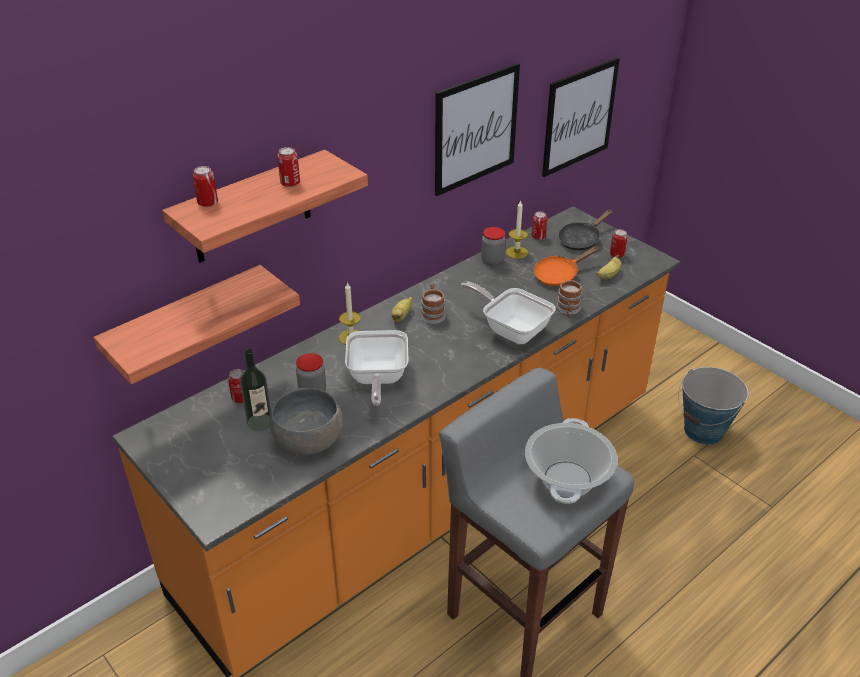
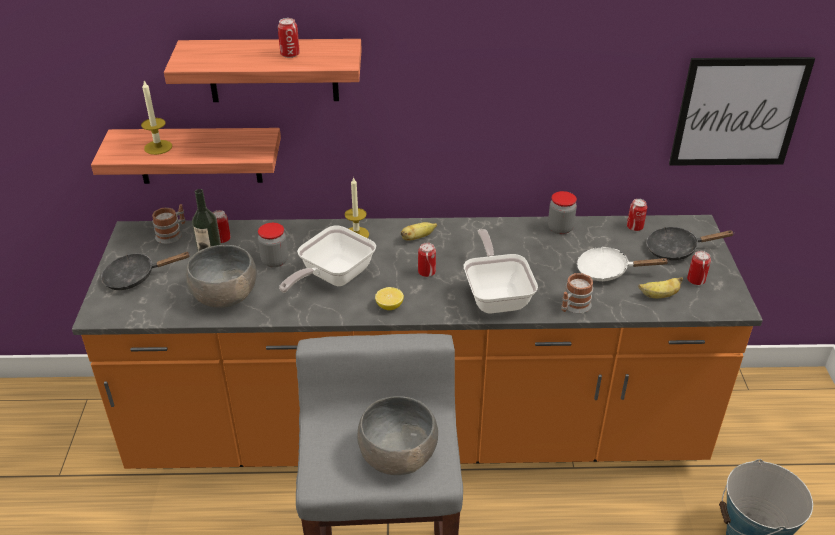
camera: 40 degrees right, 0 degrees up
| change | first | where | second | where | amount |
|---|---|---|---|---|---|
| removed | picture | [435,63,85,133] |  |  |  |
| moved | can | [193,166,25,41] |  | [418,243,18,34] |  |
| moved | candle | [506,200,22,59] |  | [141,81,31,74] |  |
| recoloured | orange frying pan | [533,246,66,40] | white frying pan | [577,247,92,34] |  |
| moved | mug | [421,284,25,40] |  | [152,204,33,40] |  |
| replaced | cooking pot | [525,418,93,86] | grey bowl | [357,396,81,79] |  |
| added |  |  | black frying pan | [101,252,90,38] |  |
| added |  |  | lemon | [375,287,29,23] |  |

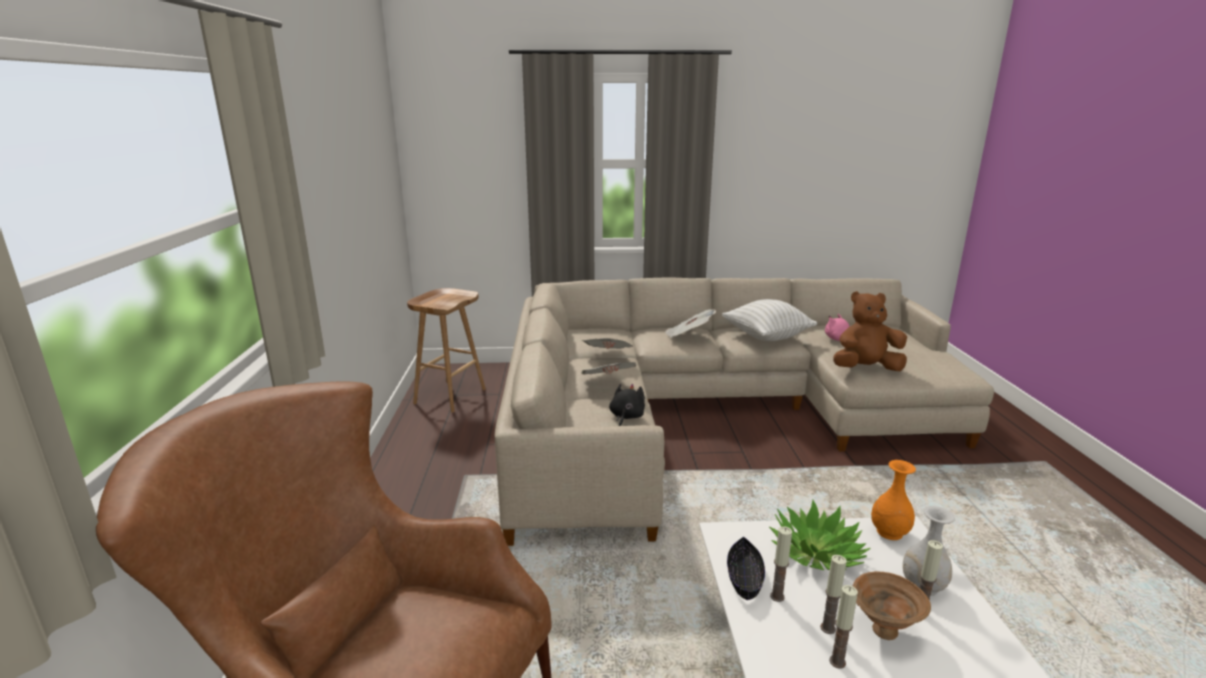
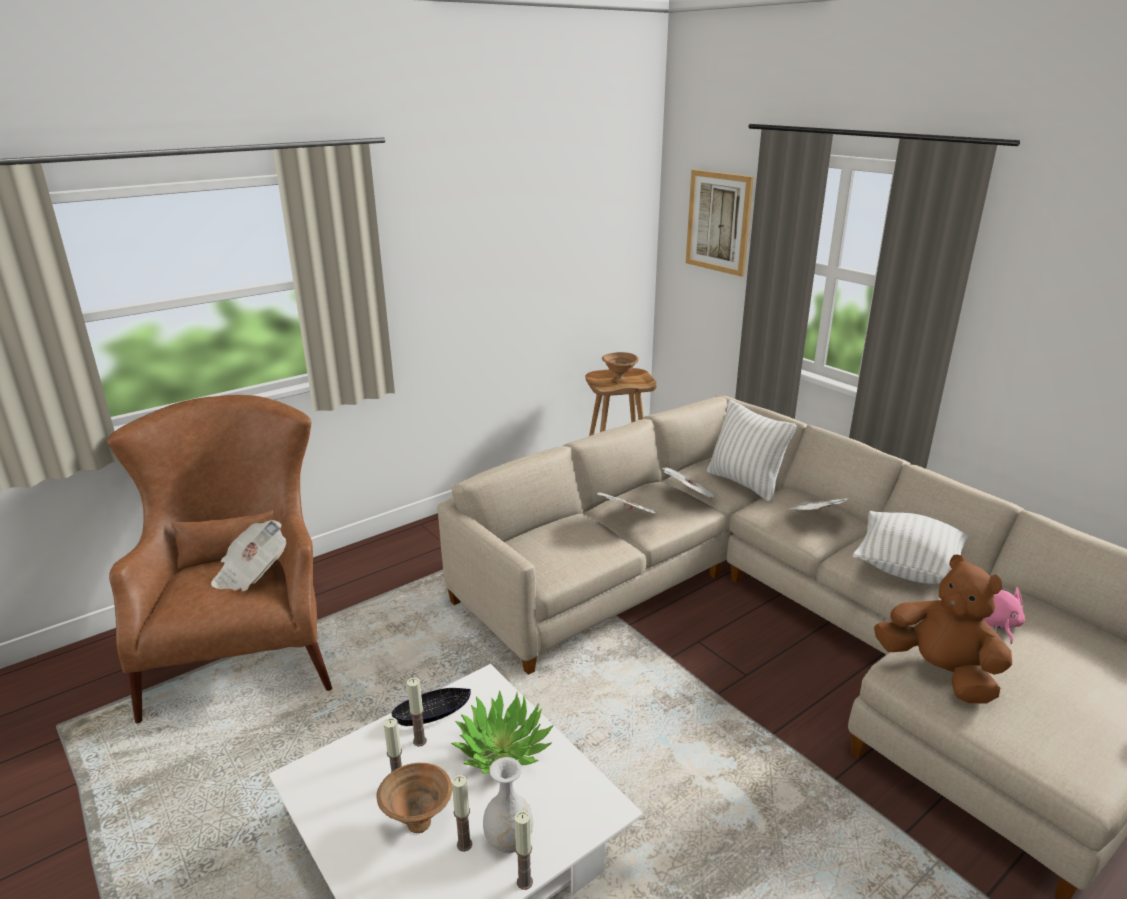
camera: 55 degrees right, 5 degrees up
| change | first | where | second | where | amount |
|---|---|---|---|---|---|
| removed | black plush toy | [609,384,36,42] |  |  |  |
| removed | orange vase | [871,460,45,80] |  |  |  |
| moved | candle | [829,585,29,84] |  | [515,811,18,79] |  |
| added |  |  | picture | [686,170,67,107] |  |
| added |  |  | brown bowl | [602,352,37,30] |  |
| added |  |  | white pillow | [707,400,90,102] |  |
| added |  |  | newspaper | [211,520,75,71] |  |

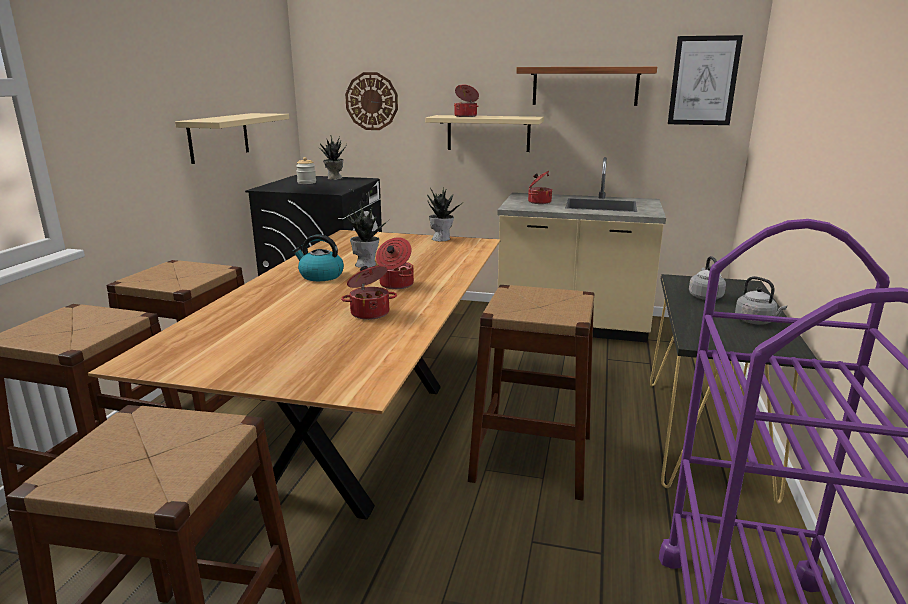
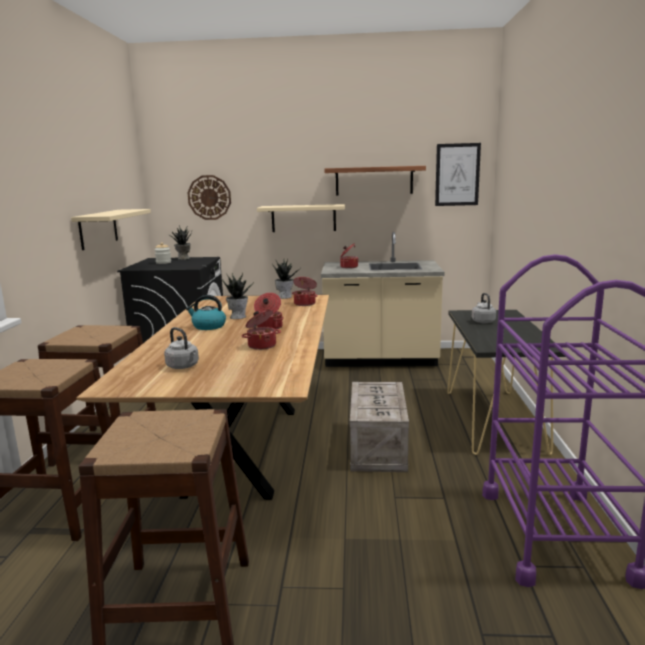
camera: 10 degrees left, 5 degrees down
| change | first | where | second | where | amount |
|---|---|---|---|---|---|
| moved | cooking pot | [454,84,25,33] |  | [292,277,26,29] |  |
| moved | grey kettle | [735,276,52,49] |  | [164,327,35,42] |  |
| replaced | brown stool | [468,285,126,216] | crate | [350,382,59,90] |  |

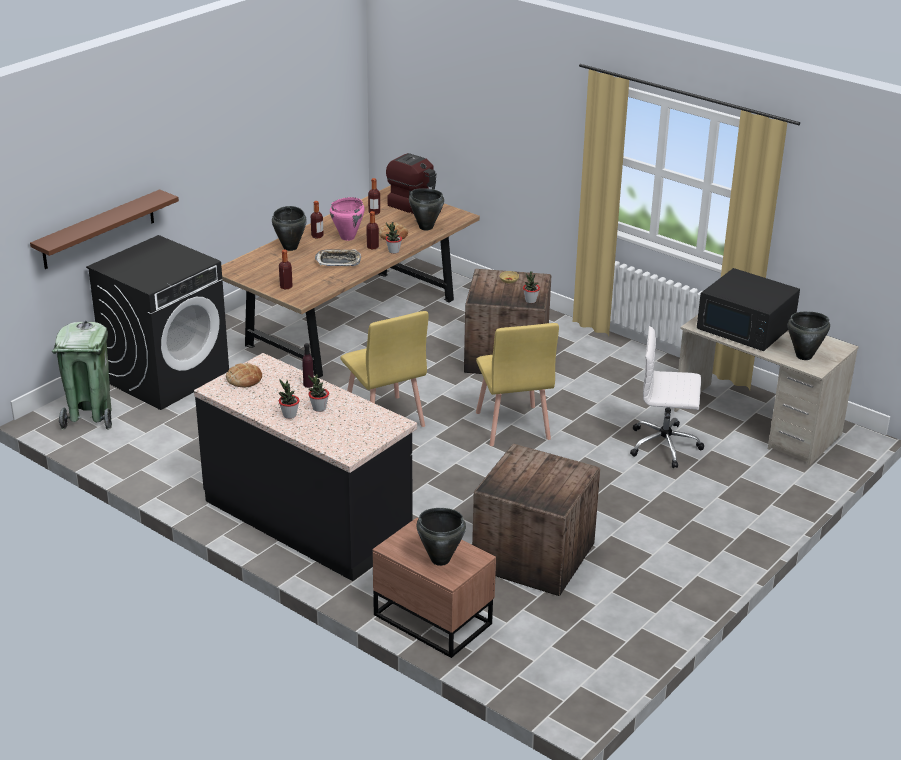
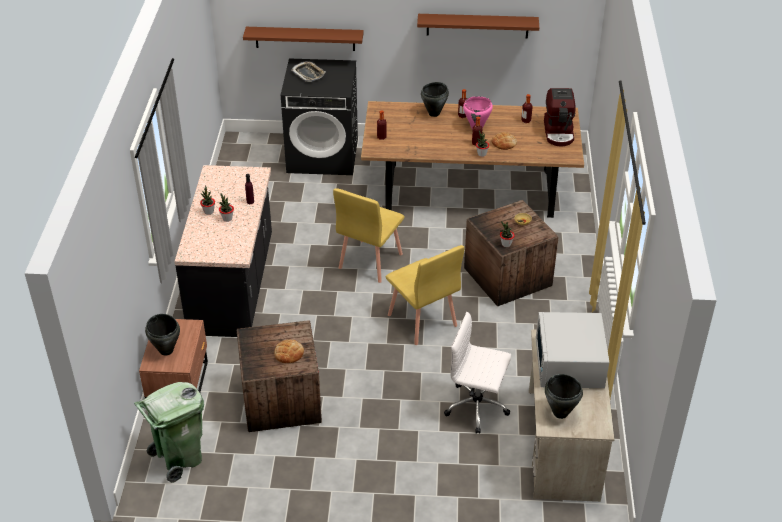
camera: 55 degrees right, 10 degrees up
| change | first | where | second | where | amount |
|---|---|---|---|---|---|
| removed | black cooking pot | [409,188,35,42] |  |  |  |
| moved | tray | [315,249,46,17] |  | [291,61,34,21] |  |
| recoloured | black microwave | [697,268,103,83] | white microwave | [536,312,73,76] |  |
| moved | green trash can | [52,320,60,110] |  | [134,382,70,101] |  |
| turned | yellow chair | [476,323,83,123] |  | [386,245,79,100] | 75 degrees counterclockwise |
| turned | white office chair | [630,326,74,142] |  | [444,312,67,122] | 45 degrees counterclockwise |
| moved | bread | [226,363,36,24] |  | [274,340,30,23] |  |
| added |  |  | brown shelf | [417,14,122,25] |  |

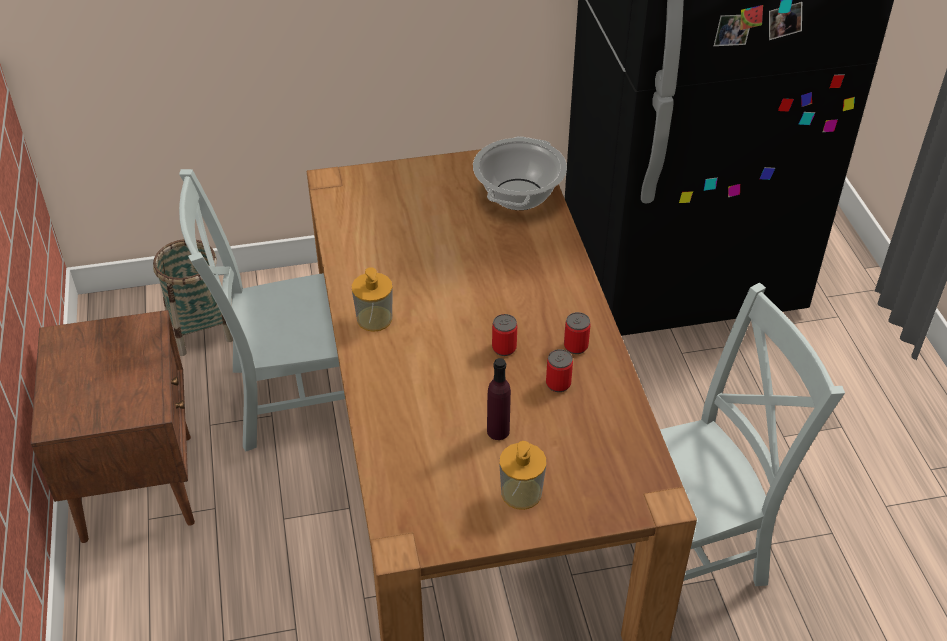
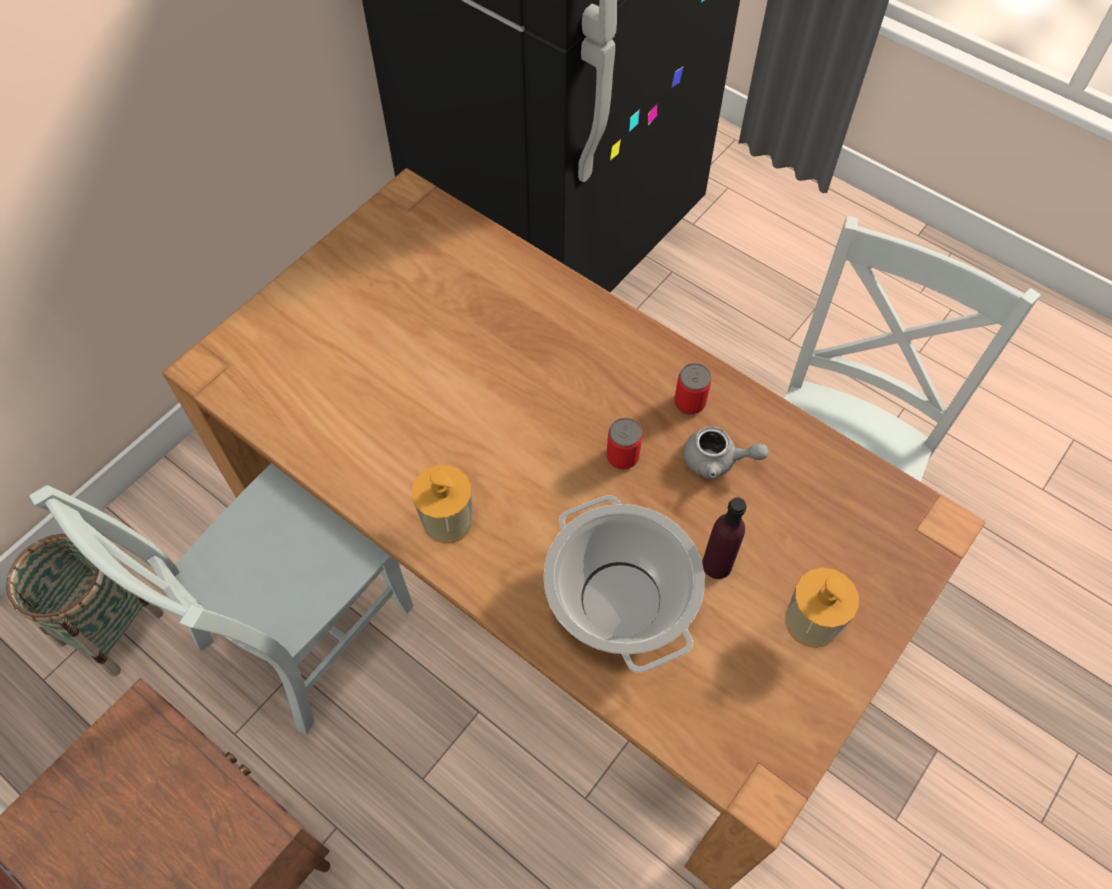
camera: 40 degrees left, 15 degrees up
| change | first | where | second | where | amount |
|---|---|---|---|---|---|
| moved | cooking pot | [473,136,94,74] |  | [543,495,162,178] |  |
| replaced | can | [546,349,27,43] | grey teapot | [683,426,86,53] |  |

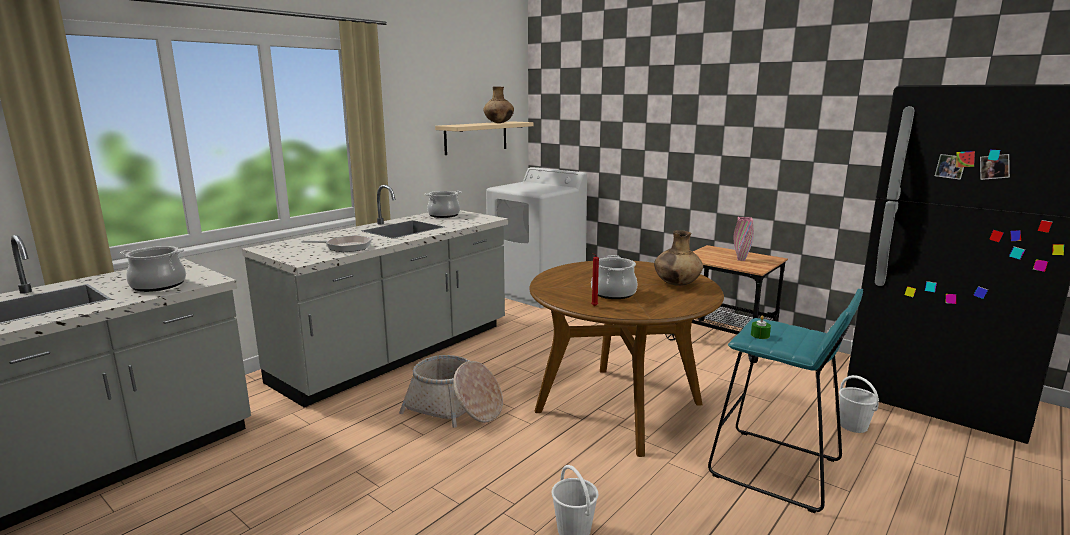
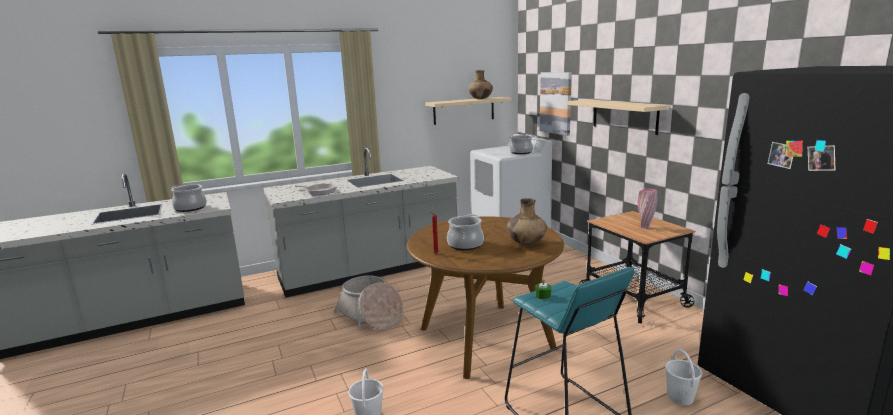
camera: 25 degrees right, 0 degrees up
| change | first | where | second | where | amount |
|---|---|---|---|---|---|
| moved | cooking pot | [425,191,36,27] |  | [508,135,27,19] |  |
| added |  |  | picture | [540,72,32,64] |  |
| added |  |  | beige shelf | [567,99,103,36] |  |

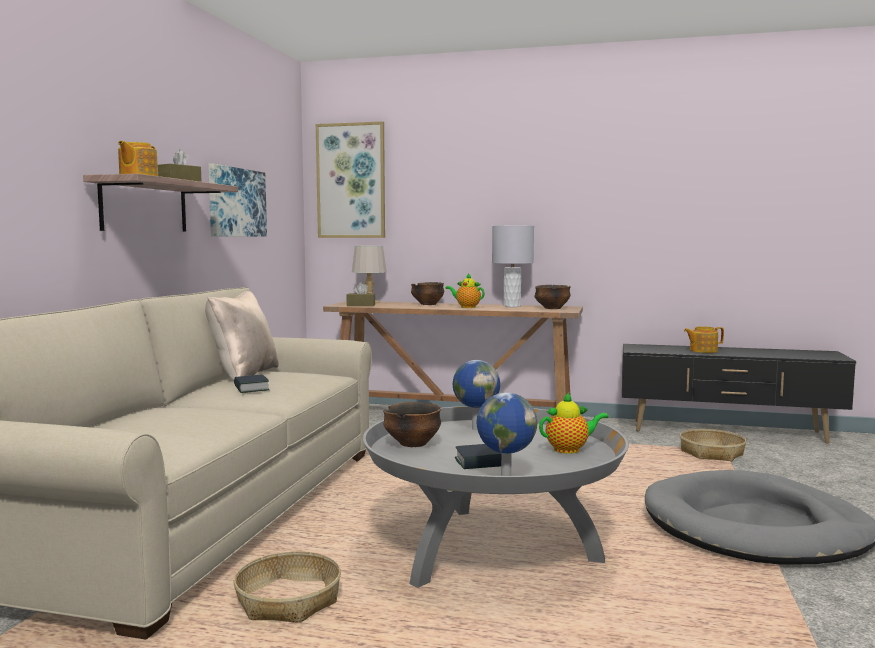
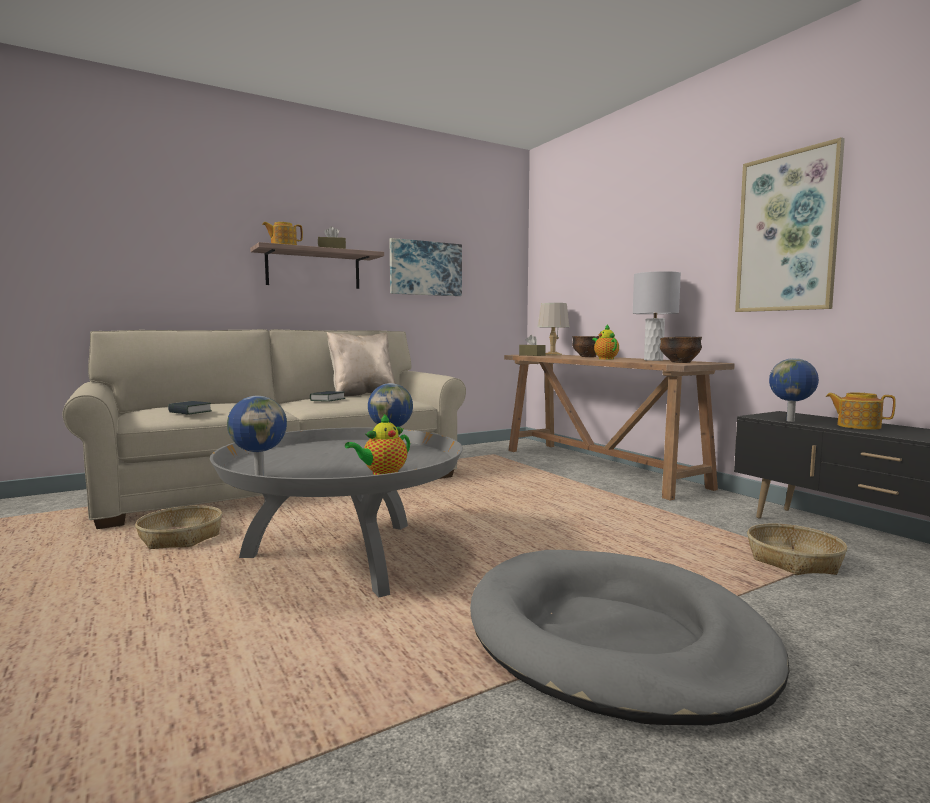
camera: 45 degrees right, 0 degrees up
| change | first | where | second | where | amount |
|---|---|---|---|---|---|
| moved | picture | [316,121,69,117] |  | [735,137,110,175] |  |
| turned | teapot | [539,392,69,62] |  | [345,413,65,62] | 105 degrees clockwise |
| removed | bowl | [383,402,58,45] |  |  |  |
| moved | book | [455,444,46,25] |  | [168,401,44,14] |  |
| added |  |  | globe | [769,358,50,64] |  |

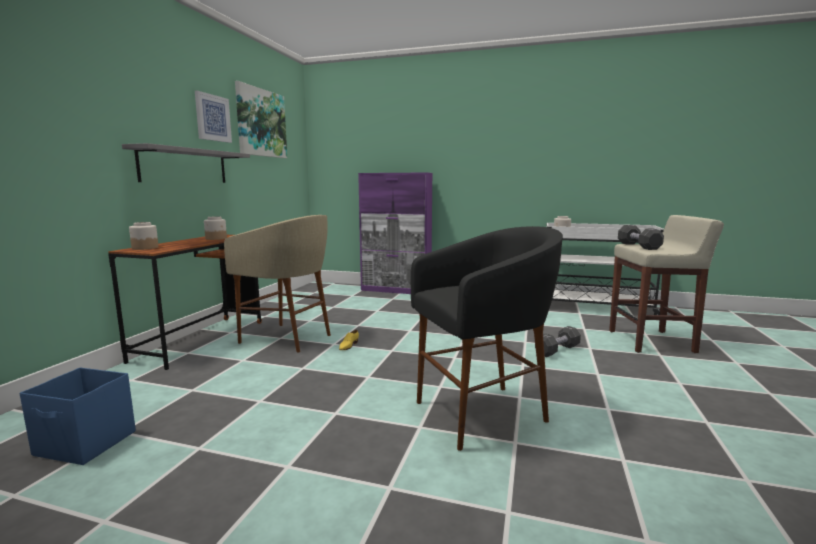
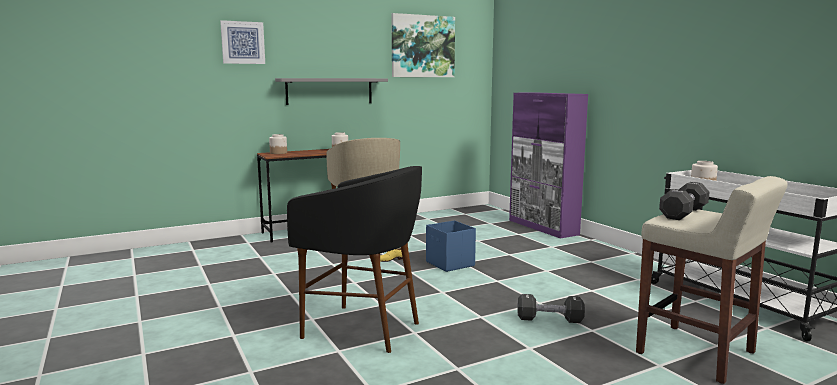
camera: 45 degrees right, 0 degrees up
| change | first | where | second | where | amount |
|---|---|---|---|---|---|
| moved | picture | [195,91,37,52] |  | [220,20,45,44] |  |
| moved | blue storage box | [20,367,116,98] |  | [426,221,50,51] |  |

